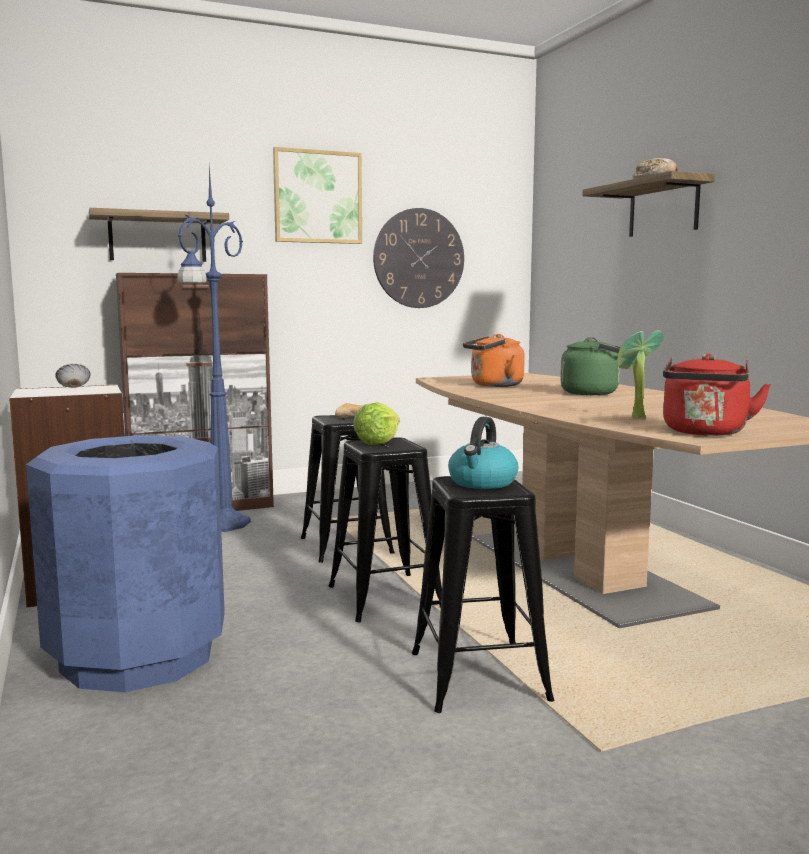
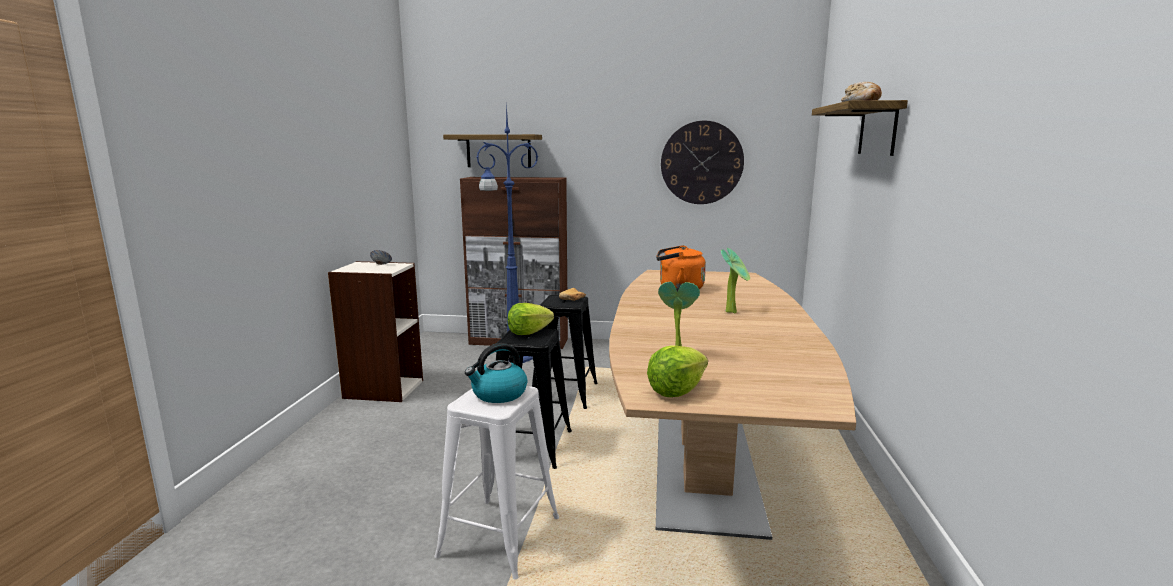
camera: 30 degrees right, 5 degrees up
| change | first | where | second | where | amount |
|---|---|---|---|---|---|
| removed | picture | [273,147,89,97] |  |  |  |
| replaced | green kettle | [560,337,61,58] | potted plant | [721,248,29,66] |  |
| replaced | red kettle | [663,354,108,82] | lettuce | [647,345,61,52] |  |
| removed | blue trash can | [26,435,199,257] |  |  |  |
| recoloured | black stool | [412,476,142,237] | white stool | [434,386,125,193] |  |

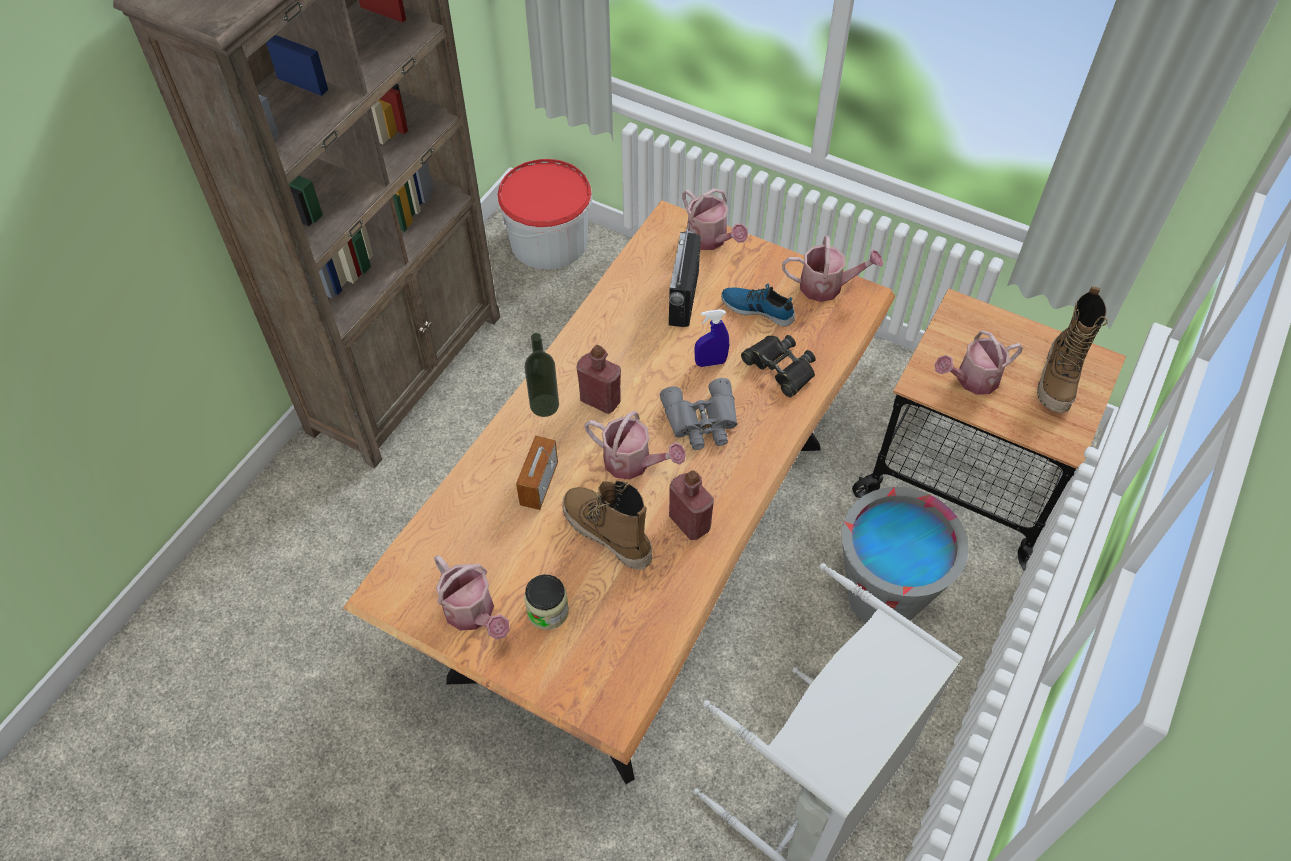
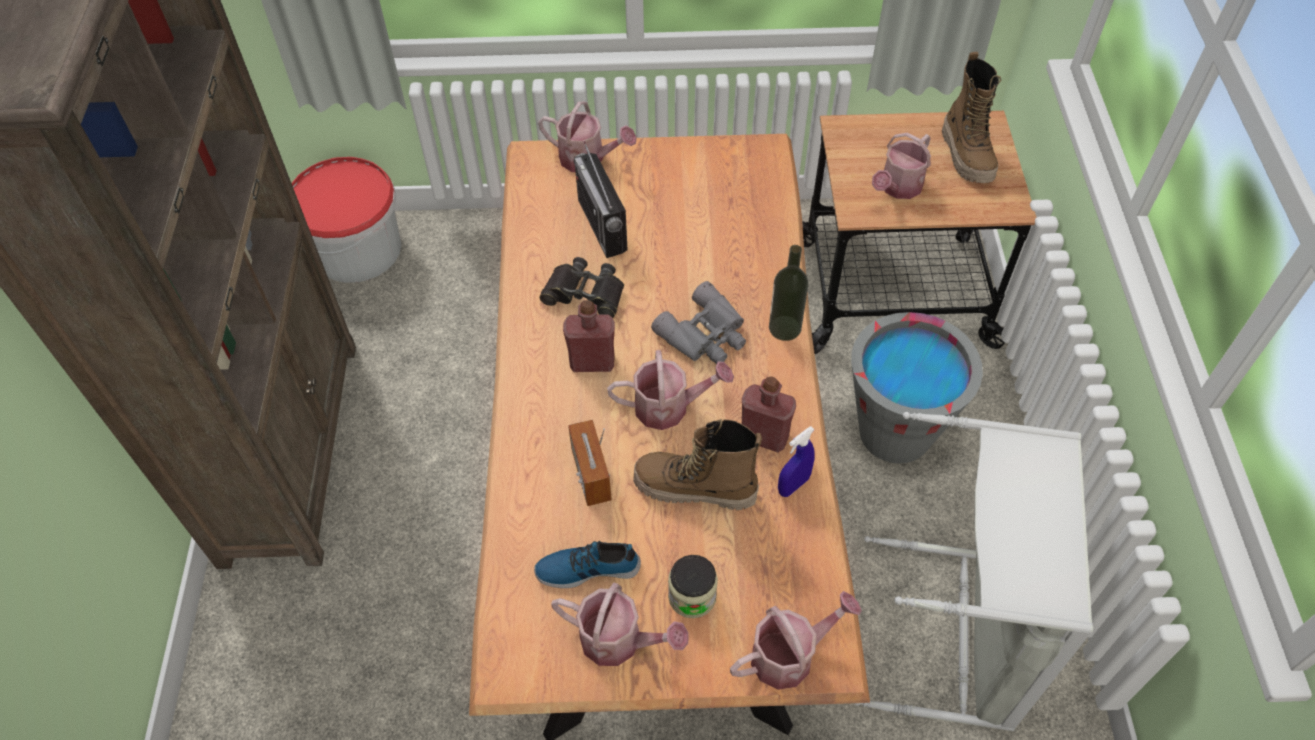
camera: 30 degrees left, 0 degrees up
| change | first | where | second | where | amount |
|---|---|---|---|---|---|
| moved | watering can | [782,236,101,66] |  | [730,591,132,99] |  |
| moved | shoe | [721,284,74,43] |  | [534,541,107,47] |  |
| moved | blue spray bottle | [694,309,35,58] |  | [778,426,37,71] |  |
| moved | bottle | [524,333,35,84] |  | [769,245,39,96] |  |
| moved | black binoculars | [741,335,75,63] |  | [539,257,85,61] |  |

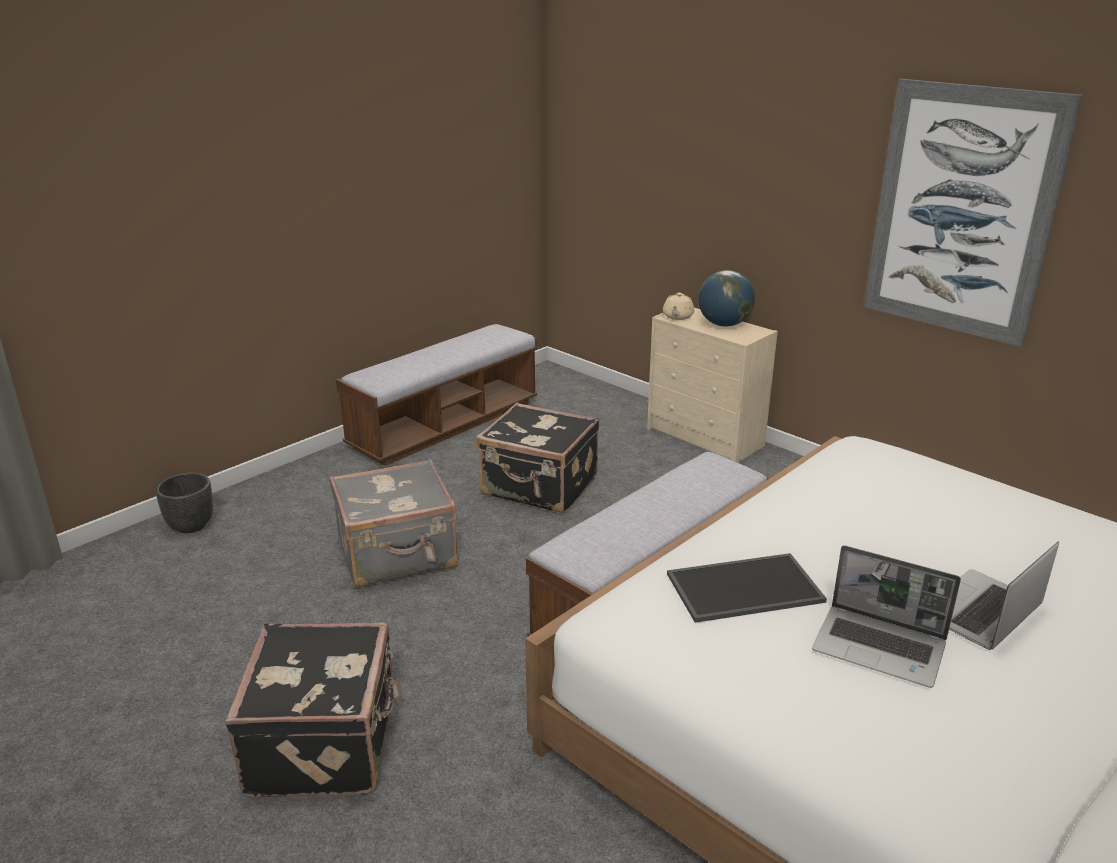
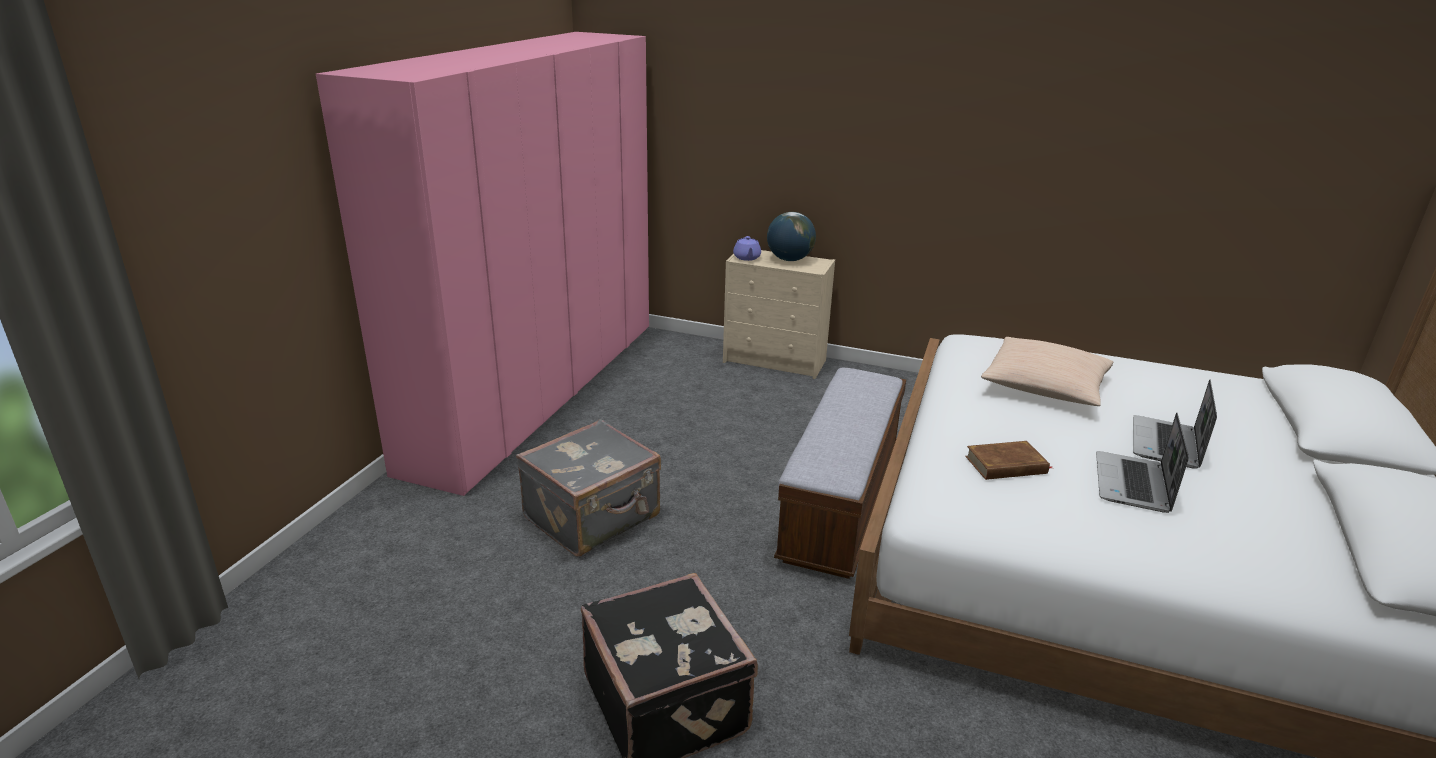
camera: 25 degrees left, 0 degrees up
| change | first | where | second | where | amount |
|---|---|---|---|---|---|
| removed | picture | [864,79,219,268] |  |  |  |
| recoloured | beige teapot | [663,293,31,27] | purple teapot | [733,236,28,25] |  |
| replaced | bench | [336,324,201,142] | pink wardrobe | [316,32,333,464] |  |
| removed | black suitcase | [476,403,123,110] |  |  |  |
| removed | black planter | [155,473,58,60] |  |  |  |
| turned | laptop | [812,545,149,143] |  | [1096,413,93,100] | 105 degrees clockwise |
| replaced | tray | [667,553,160,70] | brown book | [965,441,87,39] |  |
| added |  |  | beige pillow | [981,337,133,69] |  |

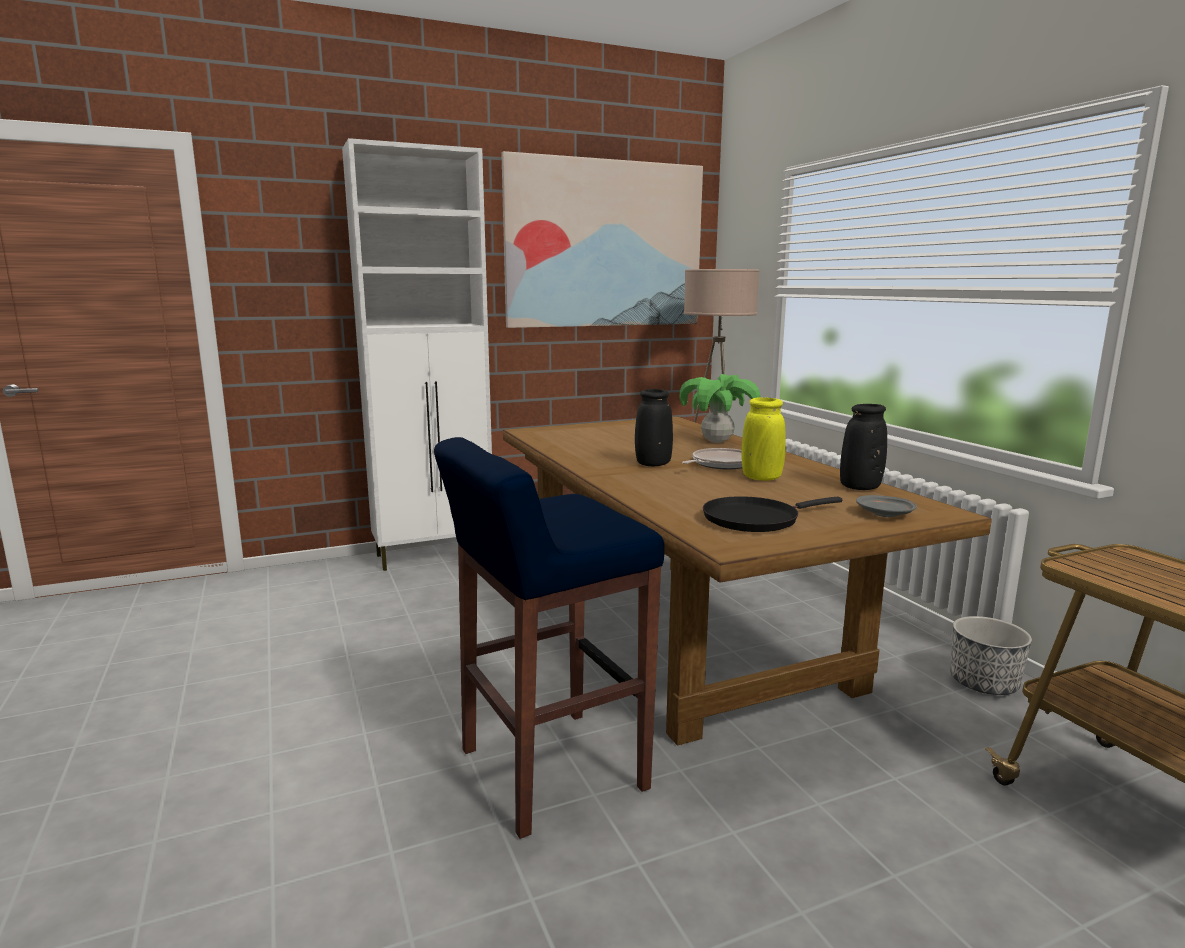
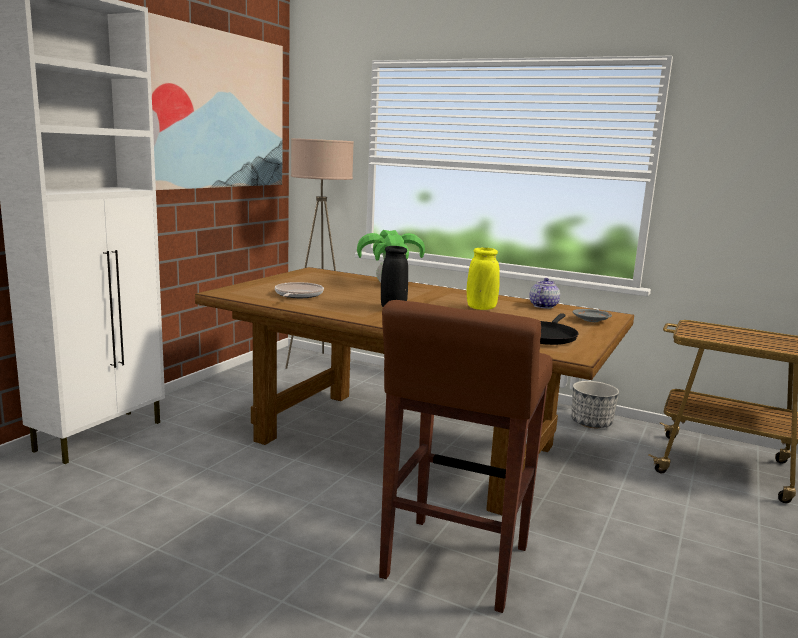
camera: 40 degrees left, 0 degrees up
| change | first | where | second | where | amount |
|---|---|---|---|---|---|
| replaced | black vase | [840,404,47,86] | teapot | [529,278,31,31] |  |
| recoloured | blue stool | [434,437,231,402] | brown stool | [379,300,174,313] |  |
| moved | frying pan | [682,448,61,21] |  | [275,282,49,16] |  |

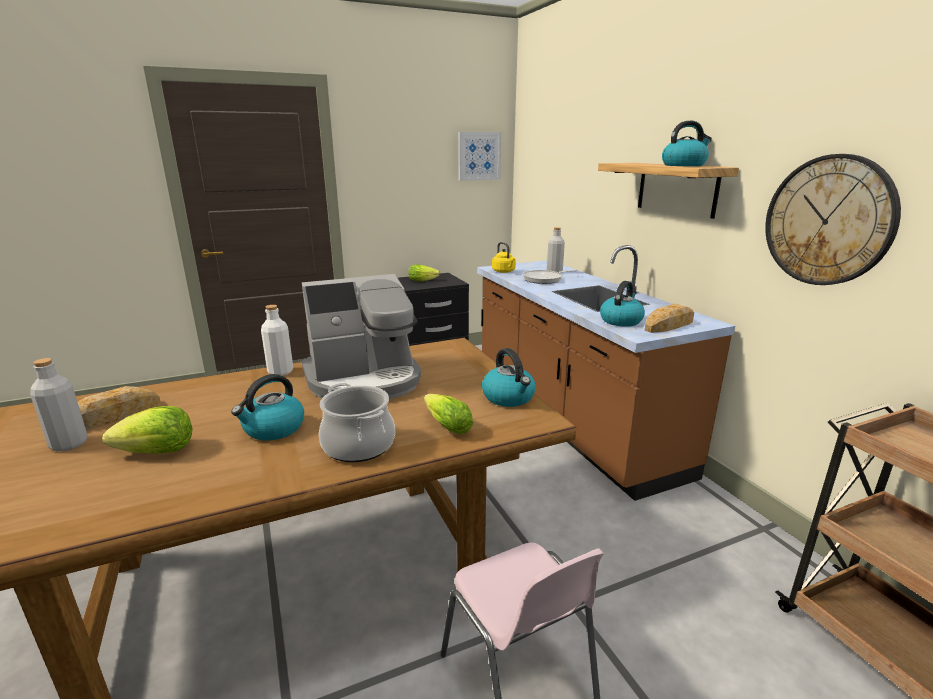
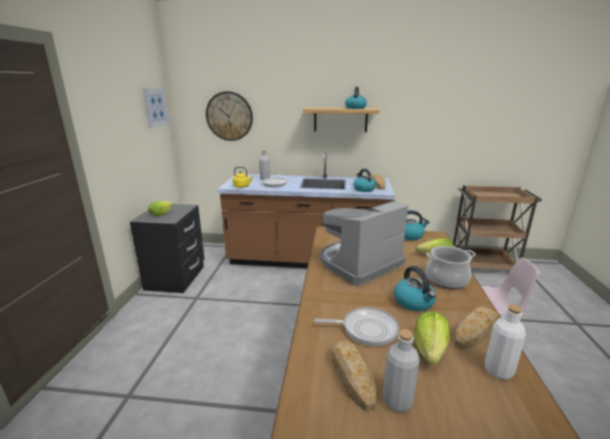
camera: 60 degrees left, 0 degrees up
| change | first | where | second | where | amount |
|---|---|---|---|---|---|
| moved | wall clock | [765,154,136,131] |  | [206,91,47,50] |  |
| turned | coffee machine | [302,274,119,125] |  | [319,200,89,86] | 135 degrees counterclockwise |
| moved | white bottle | [261,305,32,71] |  | [485,304,41,76] |  |
| added |  |  | bread | [454,306,44,44] |  |
| added |  |  | frying pan | [314,307,85,39] |  |

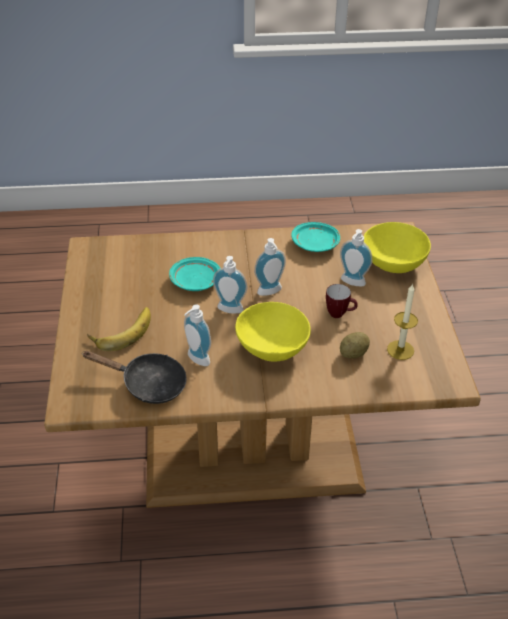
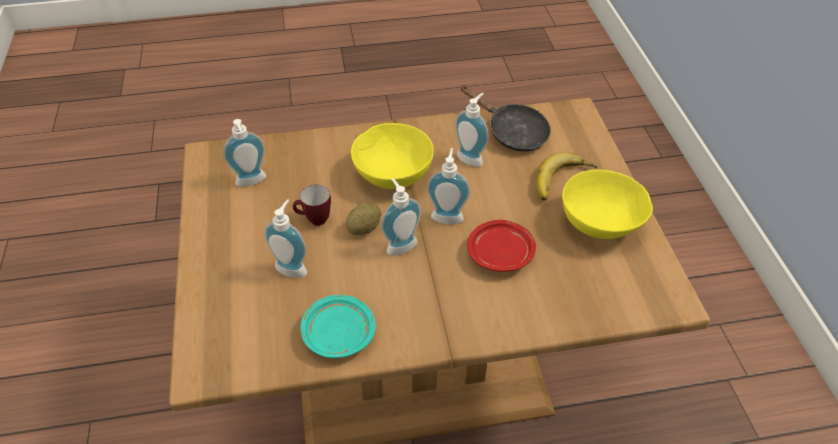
camera: 175 degrees right, 5 degrees up
| change | first | where | second | where | amount |
|---|---|---|---|---|---|
| moved | yellow bowl | [364,222,67,51] |  | [562,169,91,70] |  |
| recoloured | turquoise plate | [169,257,51,34] | red plate | [467,220,69,52] |  |
| replaced | candle | [387,283,31,77] | soap dispenser | [223,119,43,67] |  |
| moved | potato | [340,332,30,26] |  | [346,203,35,32] |  |
| turned | black frying pan | [82,351,105,53] |  | [460,85,91,67] | 150 degrees counterclockwise |

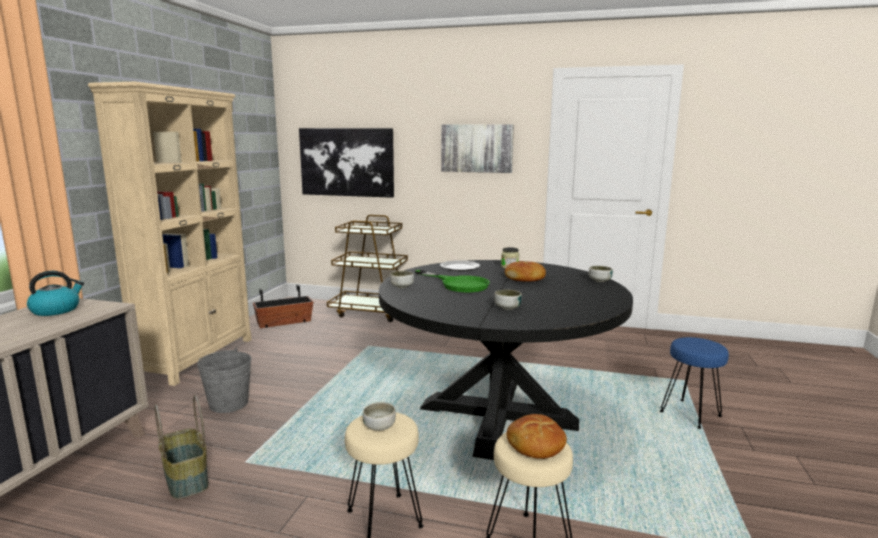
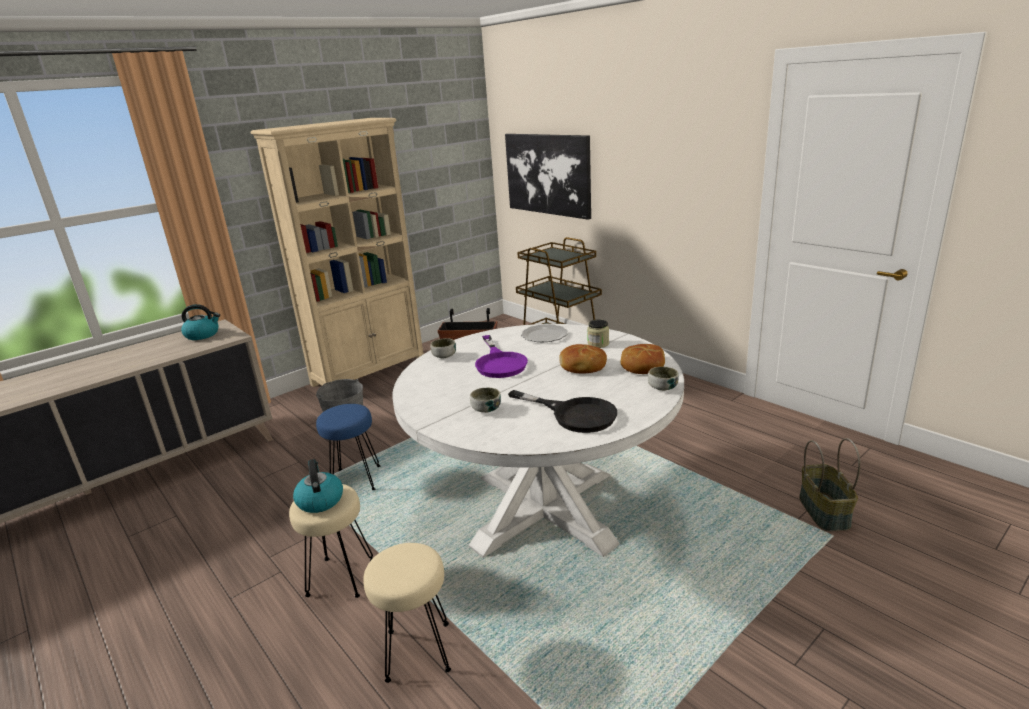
camera: 35 degrees right, 10 degrees up
| change | first | where | second | where | amount |
|---|---|---|---|---|---|
| removed | picture | [441,125,73,48] |  |  |  |
| recoloured | black dining table | [379,260,254,200] | white dining table | [392,324,292,234] |  |
| recoloured | green frying pan | [415,270,75,22] | purple frying pan | [475,335,53,43] |  |
| moved | blue stool | [660,337,69,92] |  | [316,404,64,87] |  |
| moved | basket | [154,395,55,104] |  | [799,438,61,93] |  |
| replaced | bowl | [363,402,33,29] | kettle | [293,459,50,54] |  |
| moved | bread | [507,414,60,45] |  | [620,344,45,30] |  |
| added |  |  | black frying pan | [508,390,109,43] |  |

